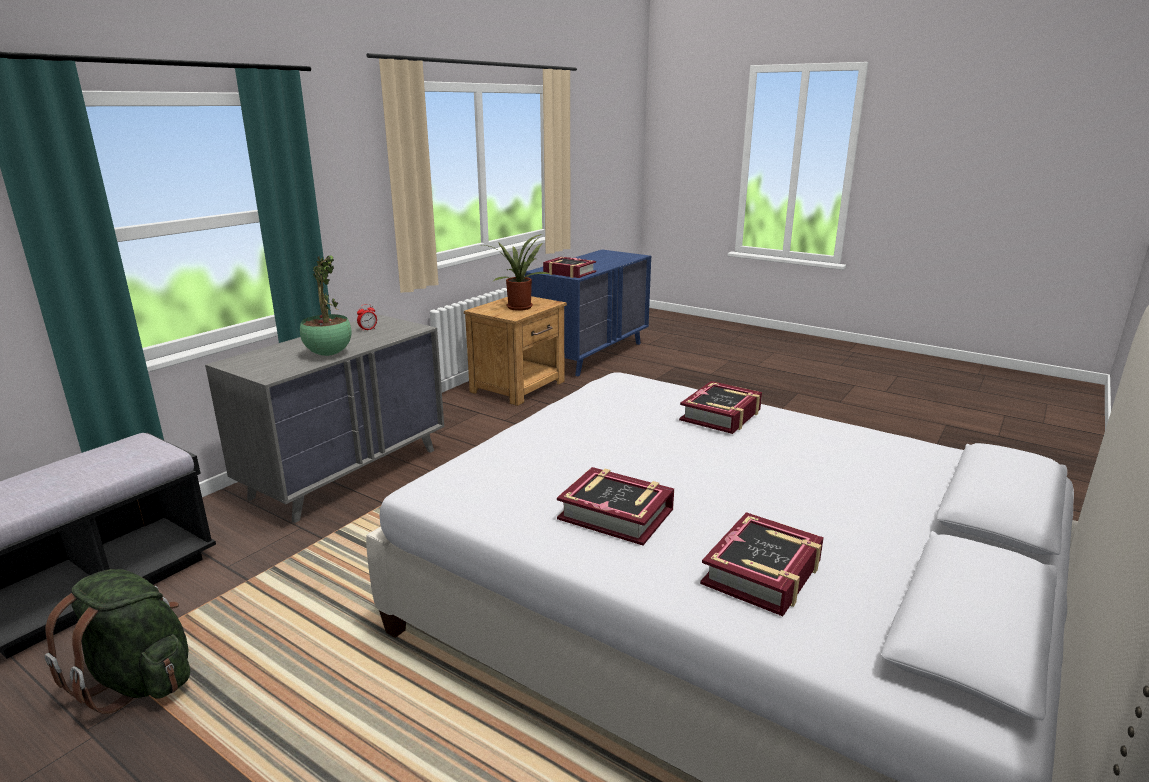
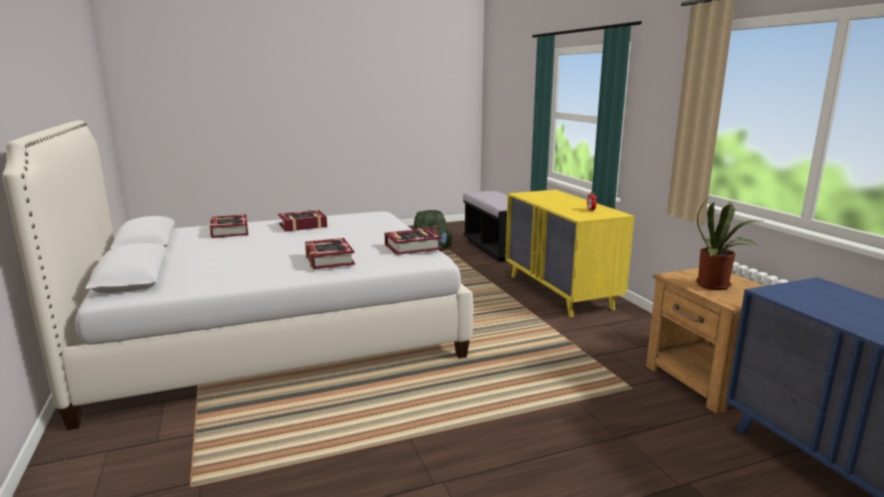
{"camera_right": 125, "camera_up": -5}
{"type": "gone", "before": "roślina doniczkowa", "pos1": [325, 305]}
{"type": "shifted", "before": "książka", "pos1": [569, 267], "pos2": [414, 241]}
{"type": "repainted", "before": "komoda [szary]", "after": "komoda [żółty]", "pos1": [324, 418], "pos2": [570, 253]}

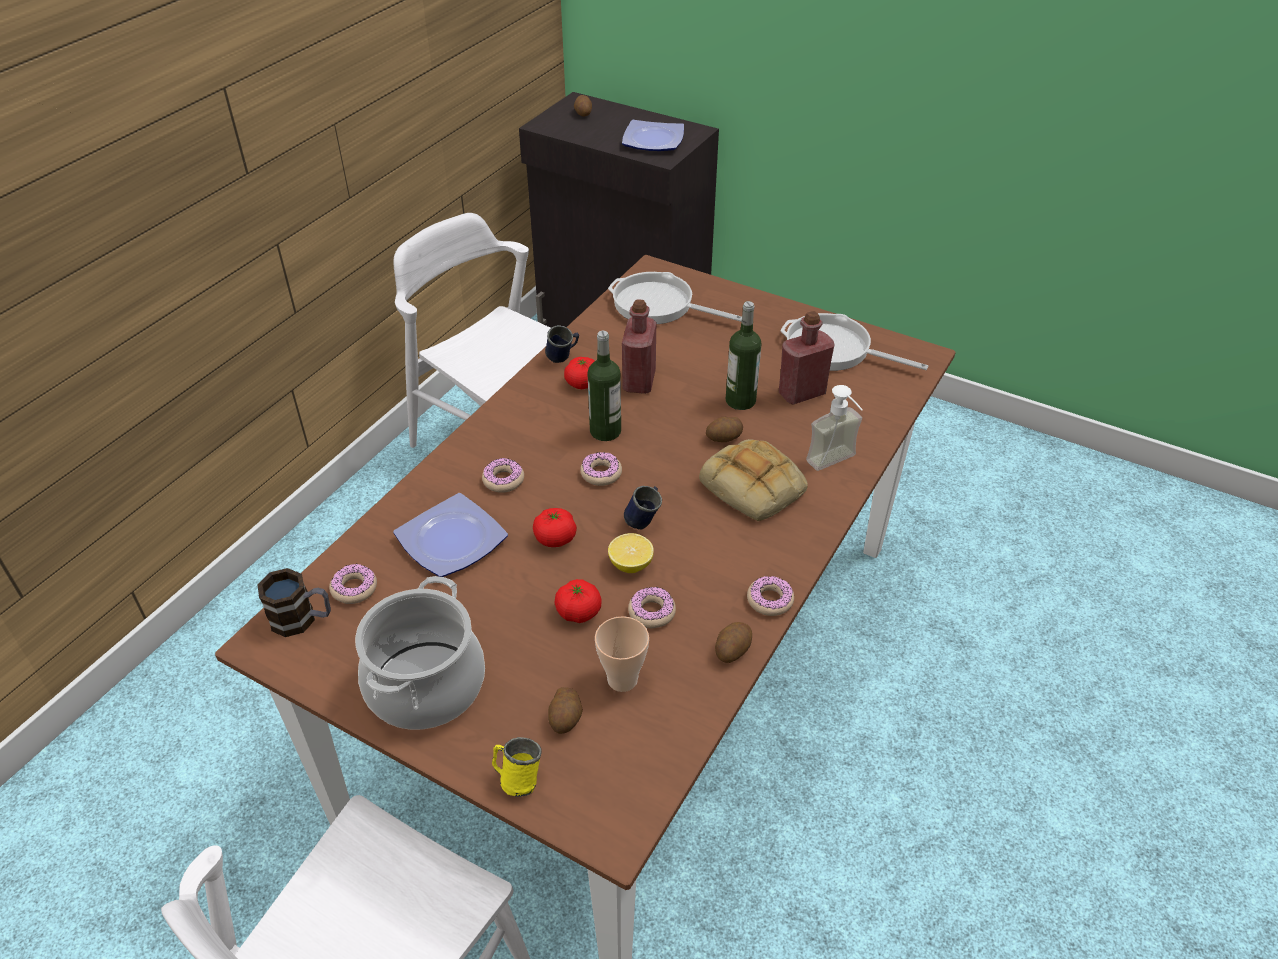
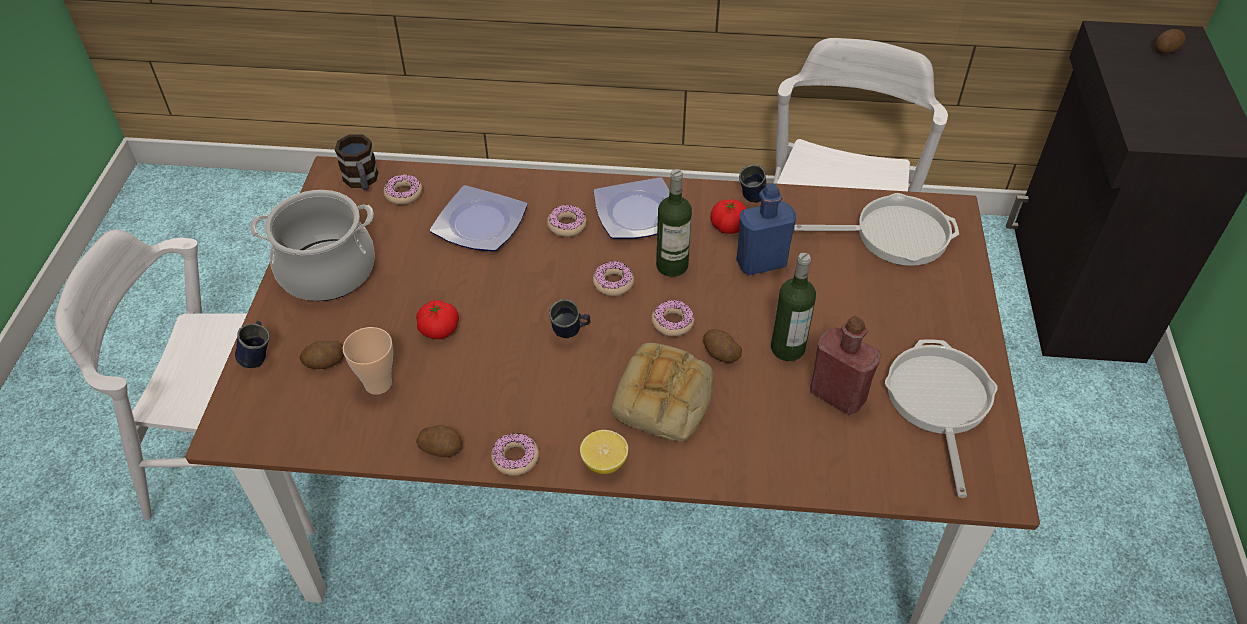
{"camera_right": 65, "camera_up": 5}
{"type": "gone", "before": "pomidor", "pos1": [555, 527]}
{"type": "gone", "before": "dozownik mydła", "pos1": [834, 428]}
{"type": "shifted", "before": "cytryna", "pos1": [631, 553], "pos2": [604, 452]}
{"type": "shifted", "before": "talerz", "pos1": [653, 135], "pos2": [632, 208]}
{"type": "shifted", "before": "donut", "pos1": [652, 607], "pos2": [672, 318]}
{"type": "repainted", "before": "kubek [żółty]", "after": "kubek [niebieski]", "pos1": [516, 767], "pos2": [252, 344]}
{"type": "repainted", "before": "butelka [czerwony]", "after": "butelka [niebieski]", "pos1": [639, 346], "pos2": [766, 229]}
{"type": "rotated", "before": "patelnia", "pos1": [675, 298], "pos2": [876, 229], "turn": 90}

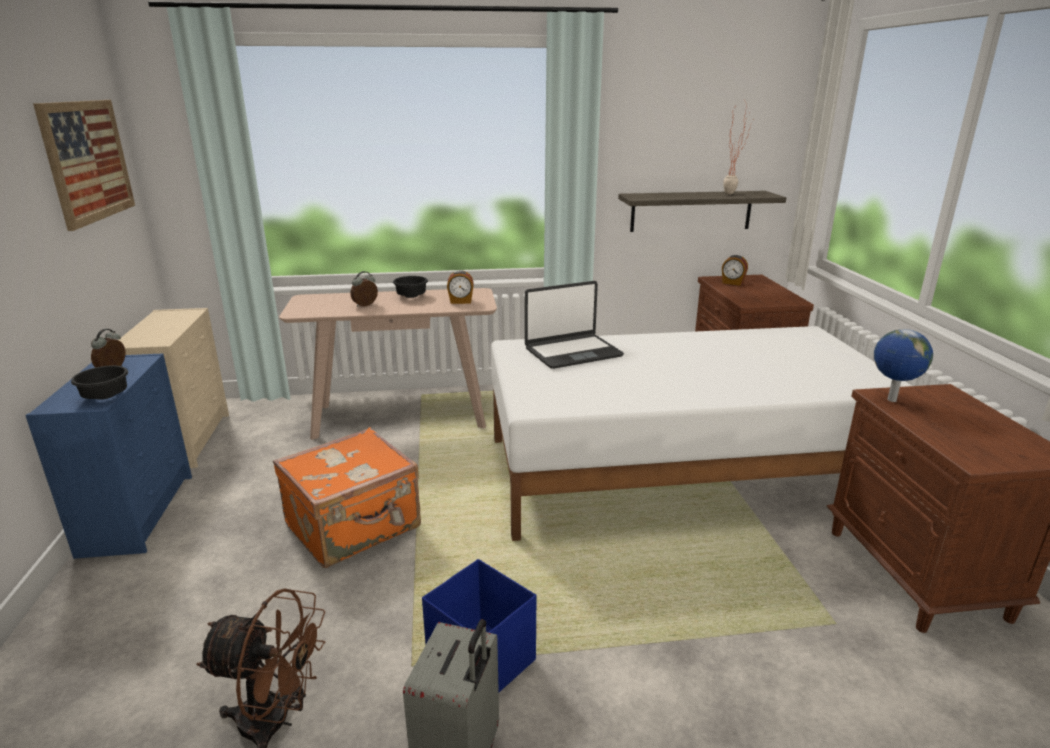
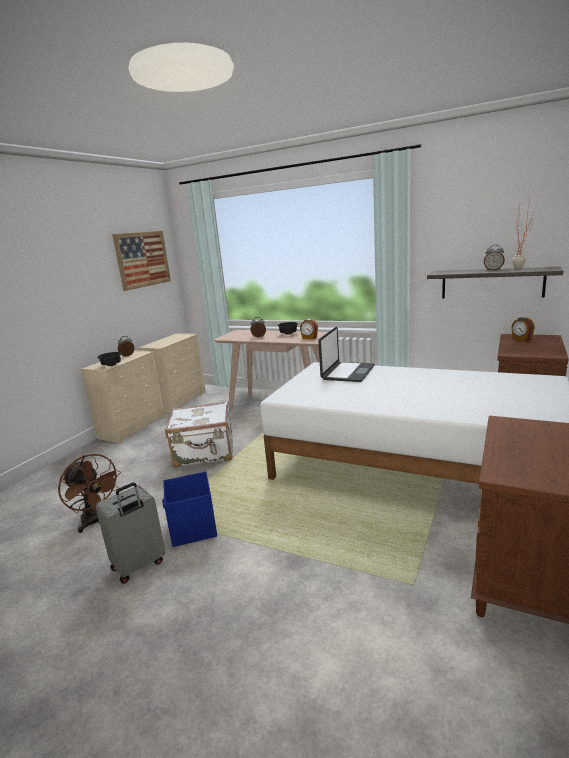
{"camera_right": 35, "camera_up": -5}
{"type": "gone", "before": "globus", "pos1": [903, 365]}
{"type": "new", "after": "budzik", "pos2": [494, 258]}
{"type": "repainted", "before": "komoda [niebieski]", "after": "komoda [beżowy]", "pos1": [108, 456], "pos2": [123, 396]}
{"type": "repainted", "before": "walizka [pomarańczowy]", "after": "walizka [biały]", "pos1": [347, 497], "pos2": [199, 434]}
{"type": "rotated", "before": "laptop", "pos1": [574, 325], "pos2": [346, 354], "turn": -75}

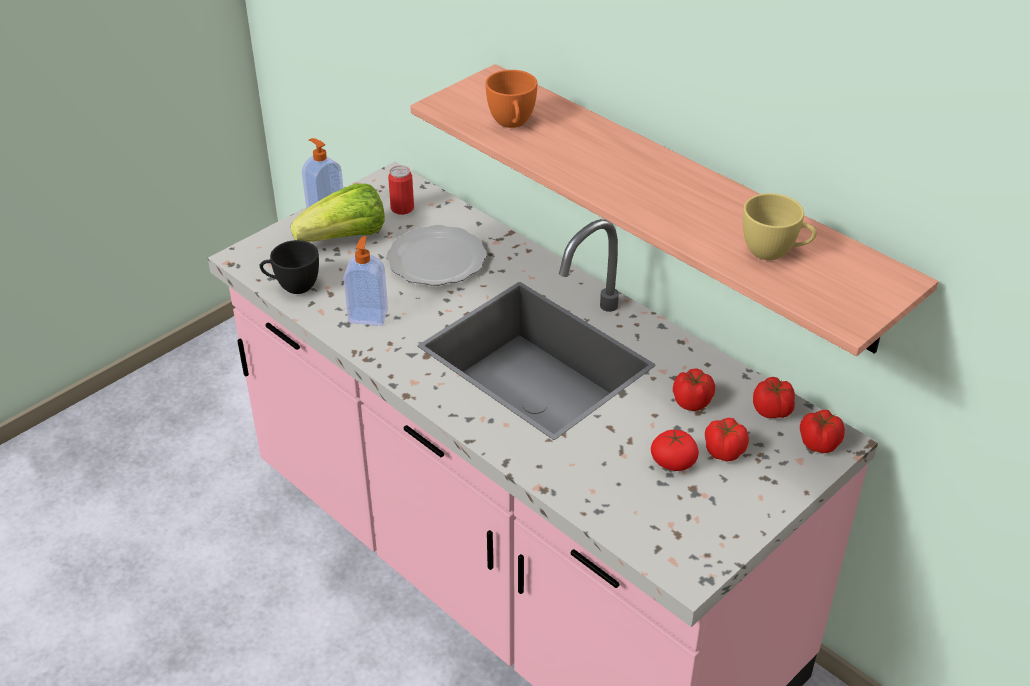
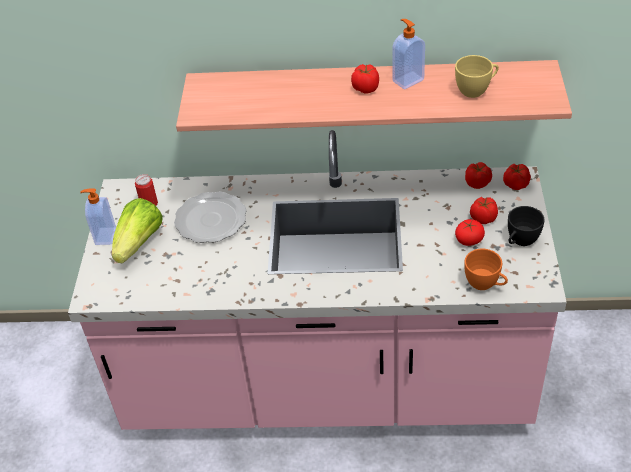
{"camera_right": -40, "camera_up": 5}
{"type": "shifted", "before": "filiżanka [czarny]", "pos1": [289, 267], "pos2": [526, 226]}
{"type": "shifted", "before": "dozownik mydła", "pos1": [365, 281], "pos2": [408, 54]}
{"type": "shifted", "before": "filiżanka [pomarańczowy]", "pos1": [511, 99], "pos2": [486, 269]}
{"type": "shifted", "before": "pomidor", "pos1": [694, 389], "pos2": [365, 79]}

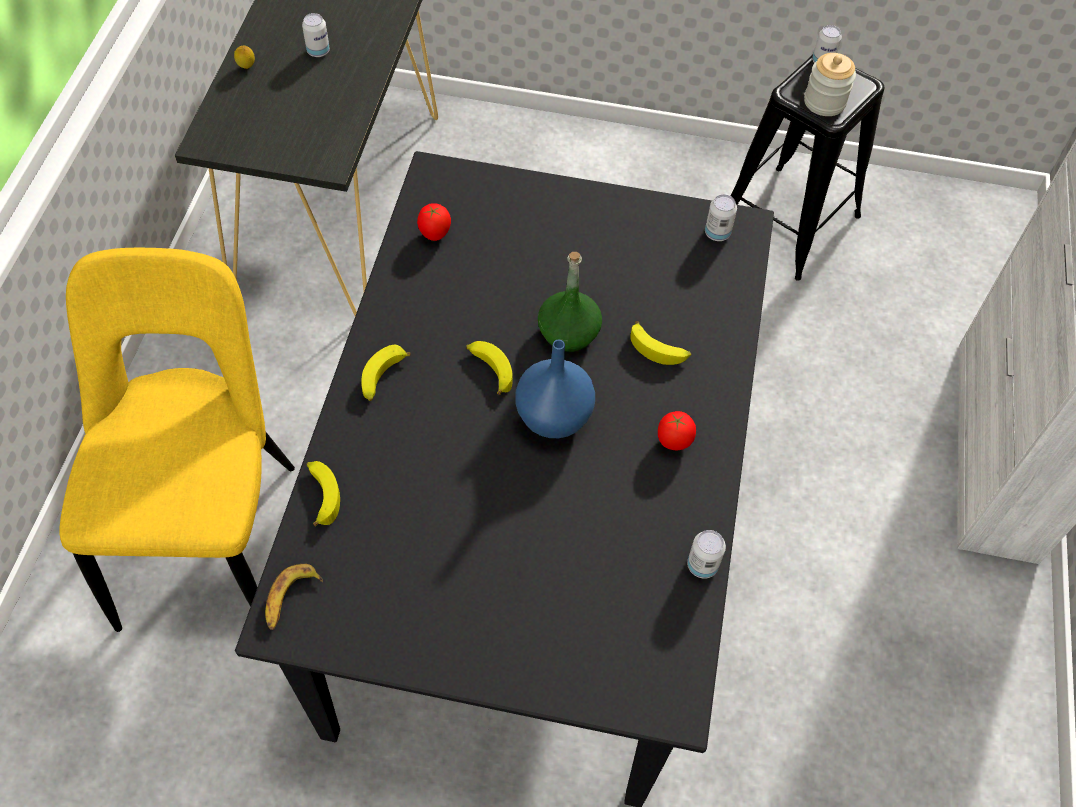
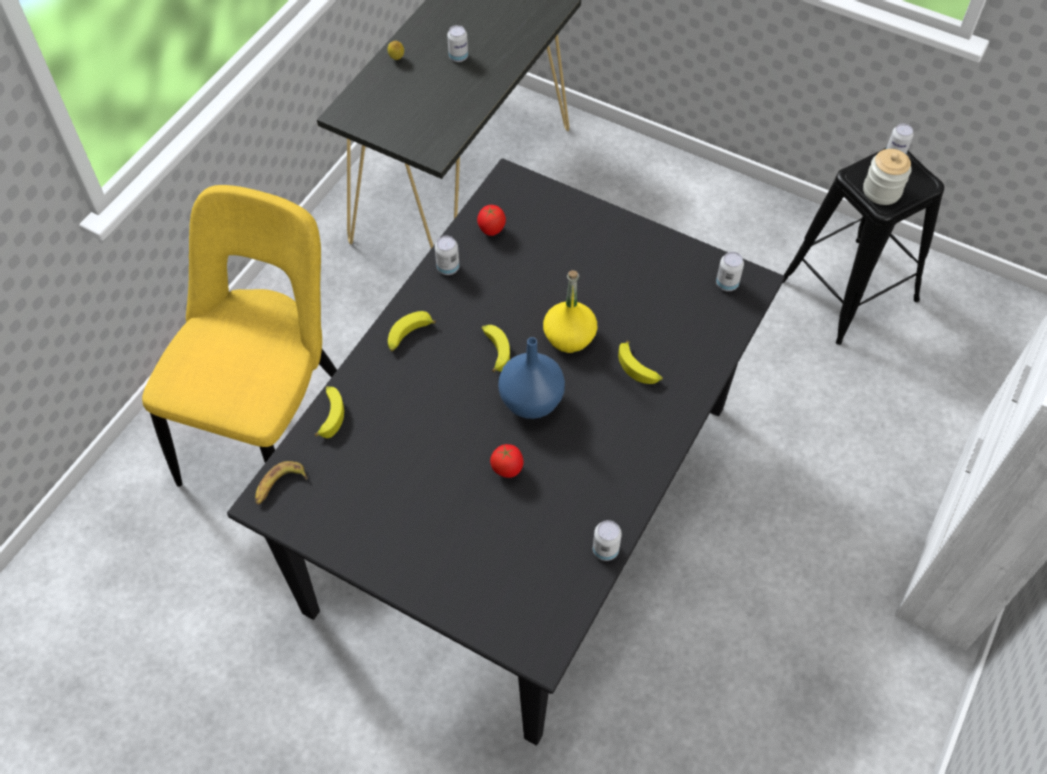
{"camera_right": 20, "camera_up": 0}
{"type": "new", "after": "puszka", "pos2": [447, 255]}
{"type": "shifted", "before": "pomidor", "pos1": [677, 430], "pos2": [507, 461]}
{"type": "repainted", "before": "butelka [zielony]", "after": "butelka [żółty]", "pos1": [570, 302], "pos2": [570, 311]}

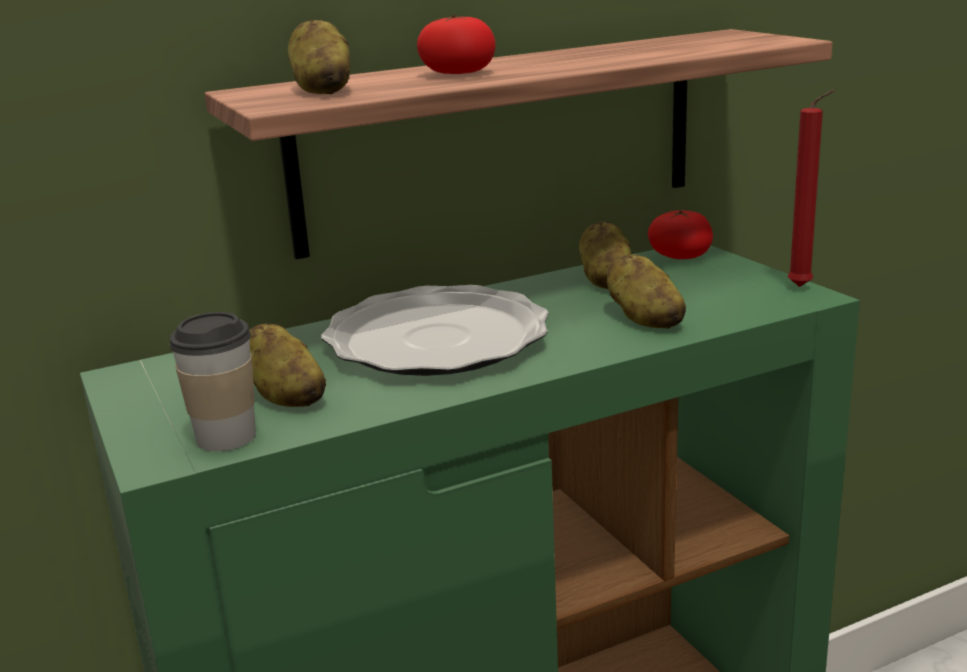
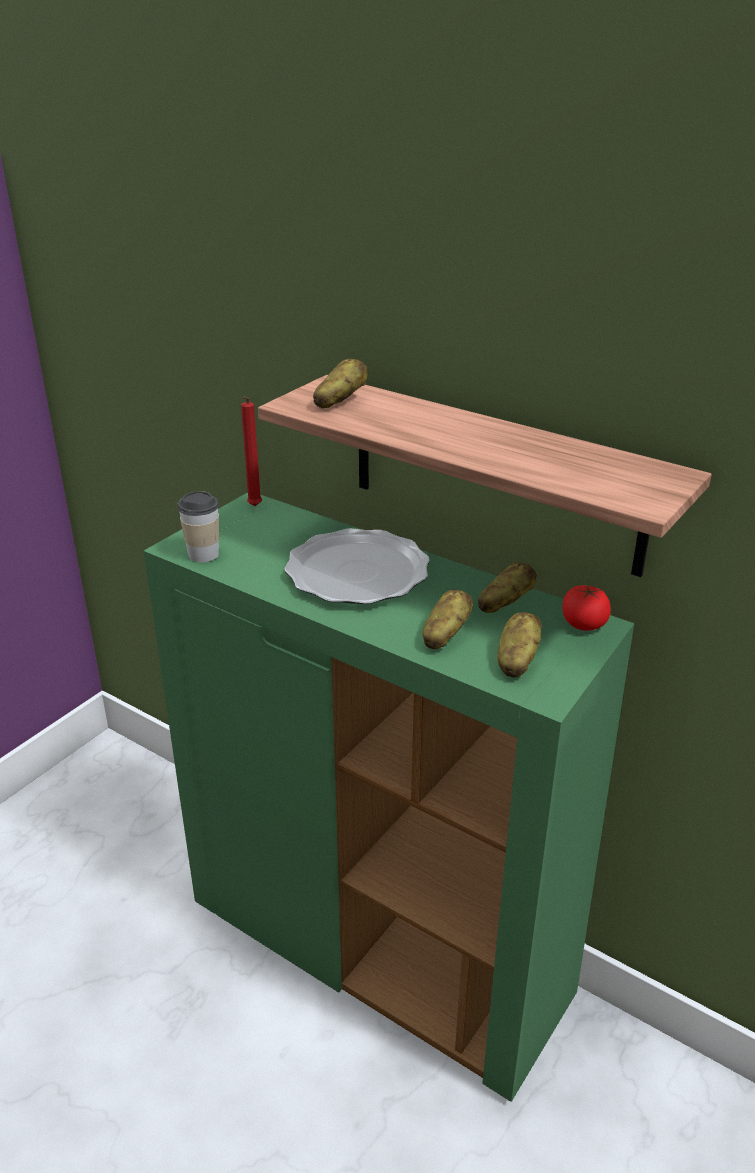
{"camera_right": 60, "camera_up": 10}
{"type": "gone", "before": "pomidor", "pos1": [456, 44]}
{"type": "shifted", "before": "ziemniak", "pos1": [287, 365], "pos2": [519, 644]}
{"type": "shifted", "before": "świeca [czerwony]", "pos1": [811, 188], "pos2": [251, 451]}

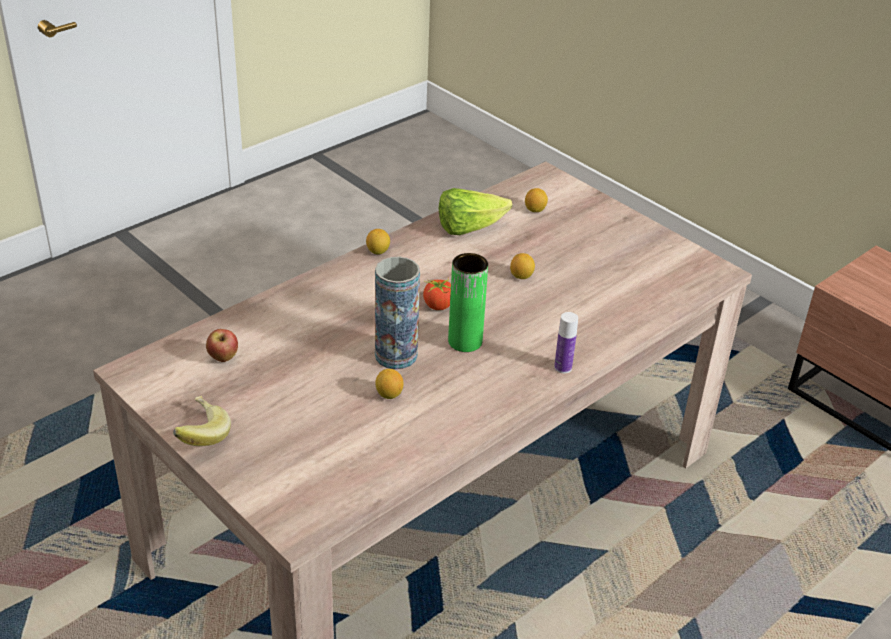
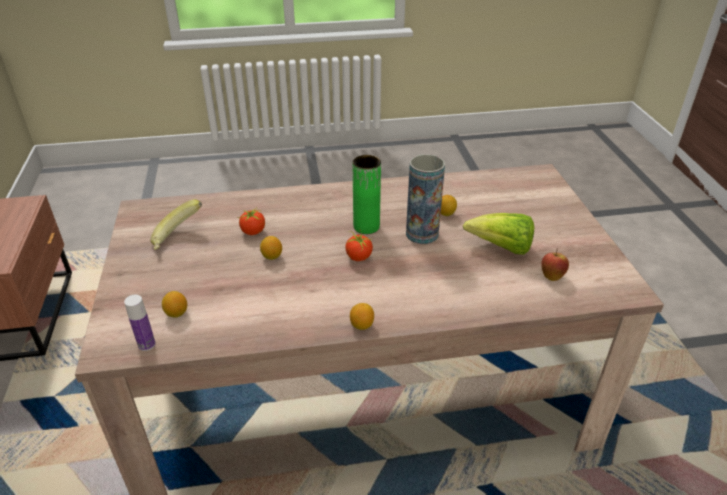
{"camera_right": -145, "camera_up": 0}
{"type": "new", "after": "pomidor", "pos2": [251, 221]}
{"type": "shifted", "before": "banan", "pos1": [202, 421], "pos2": [176, 224]}
{"type": "shifted", "before": "sałata", "pos1": [475, 211], "pos2": [498, 234]}
{"type": "shifted", "before": "butelka", "pos1": [566, 342], "pos2": [140, 323]}

